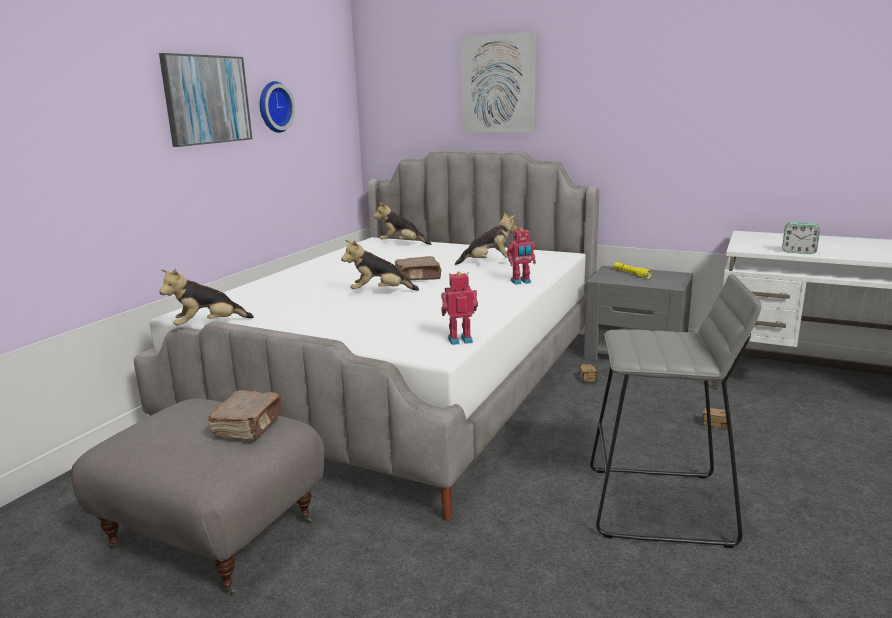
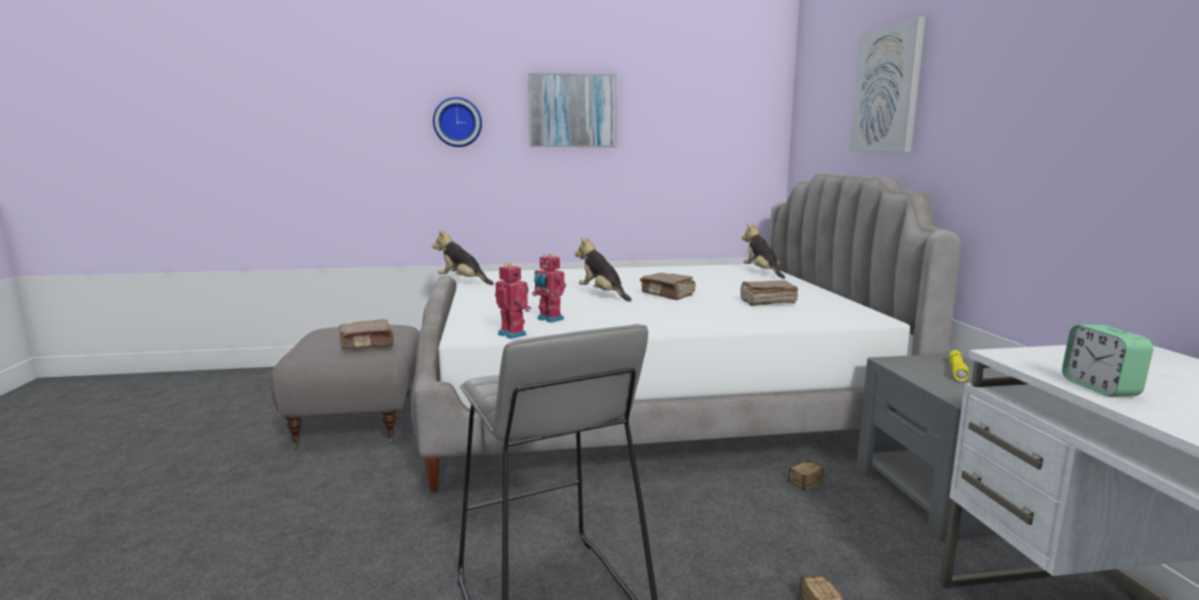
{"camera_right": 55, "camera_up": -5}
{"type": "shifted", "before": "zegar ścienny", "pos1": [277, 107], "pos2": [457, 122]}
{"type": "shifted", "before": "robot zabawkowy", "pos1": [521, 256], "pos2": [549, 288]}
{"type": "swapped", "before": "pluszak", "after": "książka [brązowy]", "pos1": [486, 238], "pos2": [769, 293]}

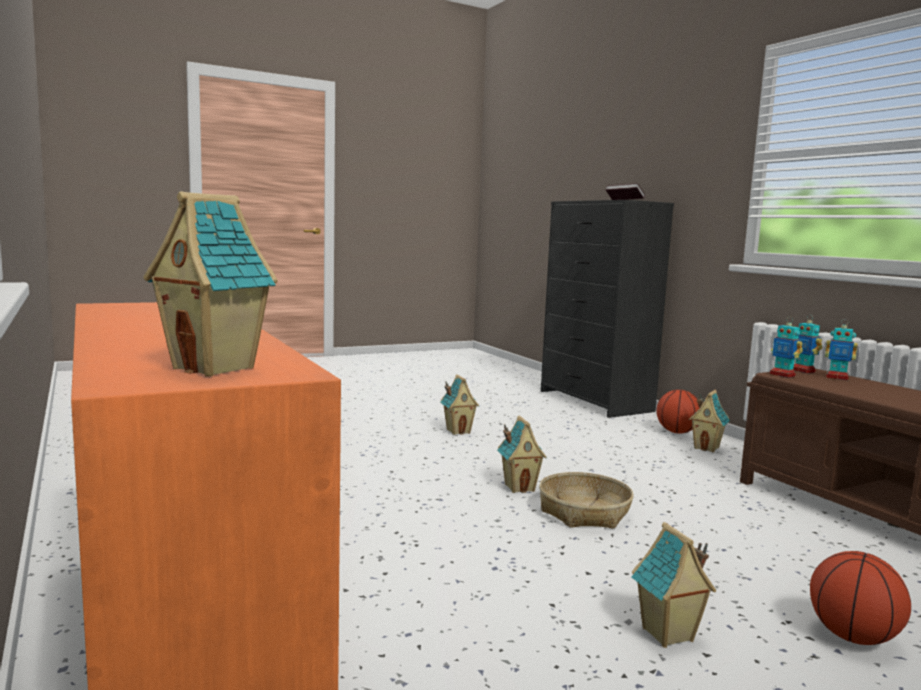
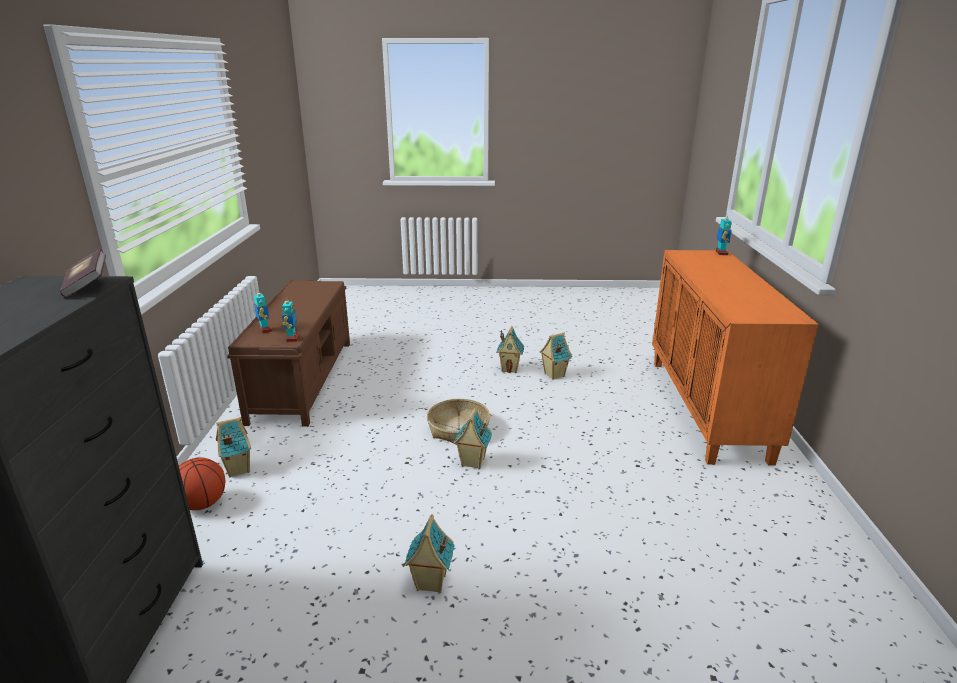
{"camera_right": -150, "camera_up": 15}
{"type": "gone", "before": "piłka do koszykówki", "pos1": [860, 598]}
{"type": "shifted", "before": "domek", "pos1": [210, 284], "pos2": [556, 356]}
{"type": "shifted", "before": "robot zabawkowy", "pos1": [807, 344], "pos2": [724, 235]}

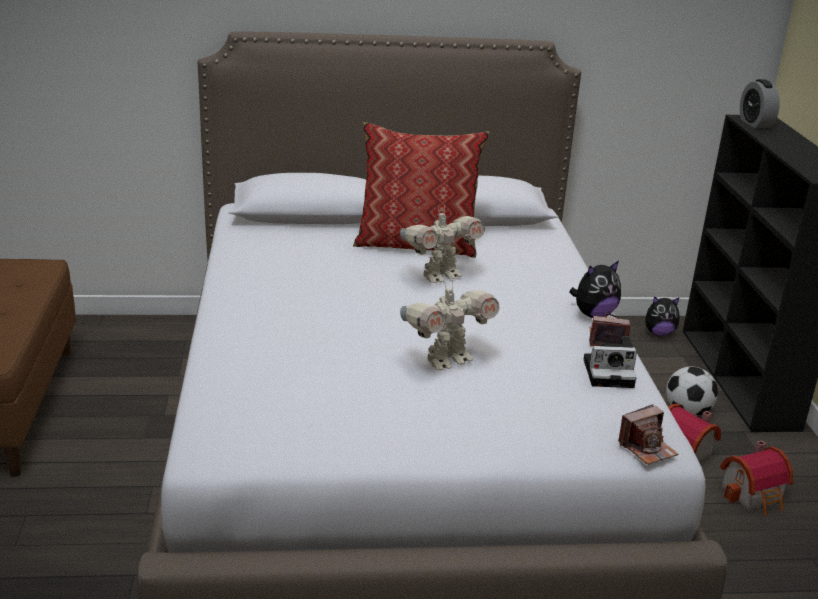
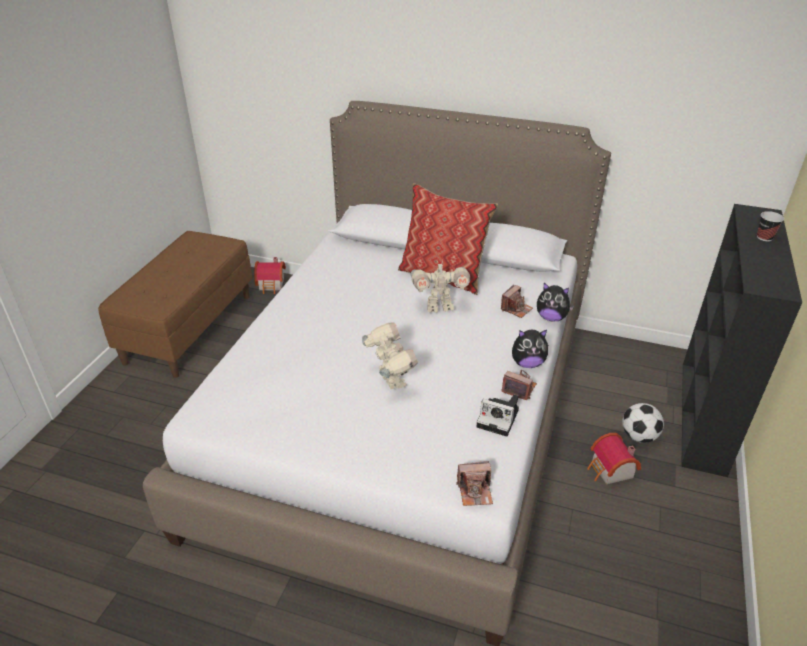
{"camera_right": 25, "camera_up": 10}
{"type": "gone", "before": "budzik", "pos1": [760, 103]}
{"type": "new", "after": "aparat fotograficzny", "pos2": [517, 301]}
{"type": "new", "after": "filiżanka", "pos2": [770, 226]}
{"type": "shifted", "before": "pluszak", "pos1": [662, 316], "pos2": [555, 302]}
{"type": "shifted", "before": "domek", "pos1": [756, 478], "pos2": [270, 275]}
{"type": "rotated", "before": "robot zabawkowy", "pos1": [450, 325], "pos2": [390, 355], "turn": -105}

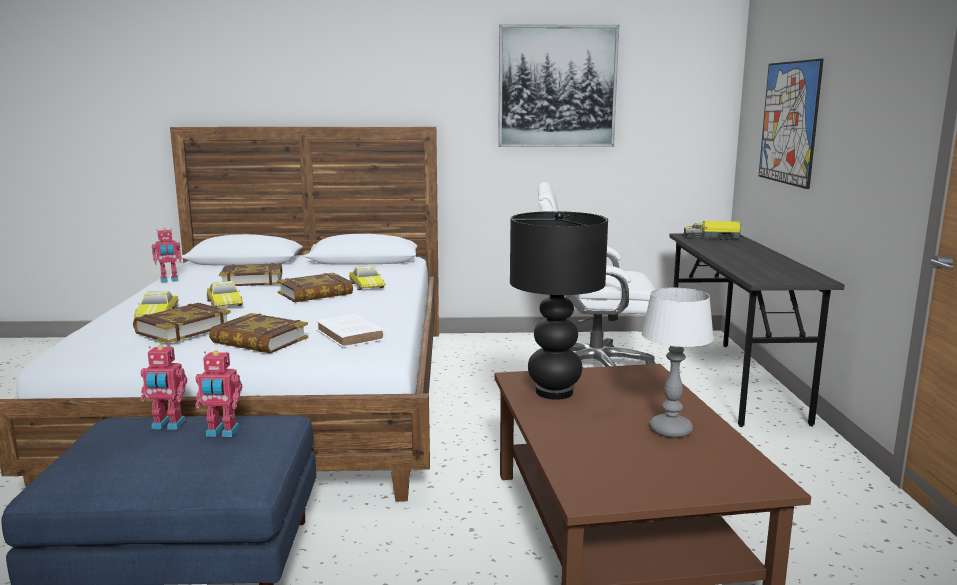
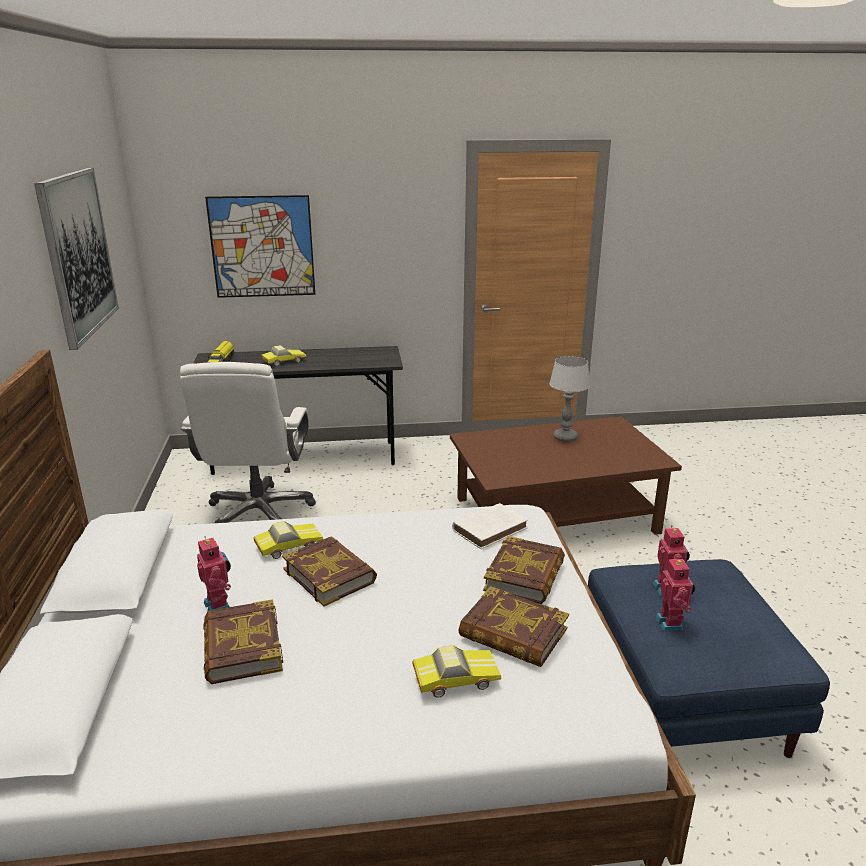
{"camera_right": -95, "camera_up": 10}
{"type": "gone", "before": "lampa stołowa [czarny]", "pos1": [559, 305]}
{"type": "shifted", "before": "robot zabawkowy", "pos1": [166, 255], "pos2": [214, 573]}
{"type": "shifted", "before": "samochodzik", "pos1": [225, 294], "pos2": [283, 355]}

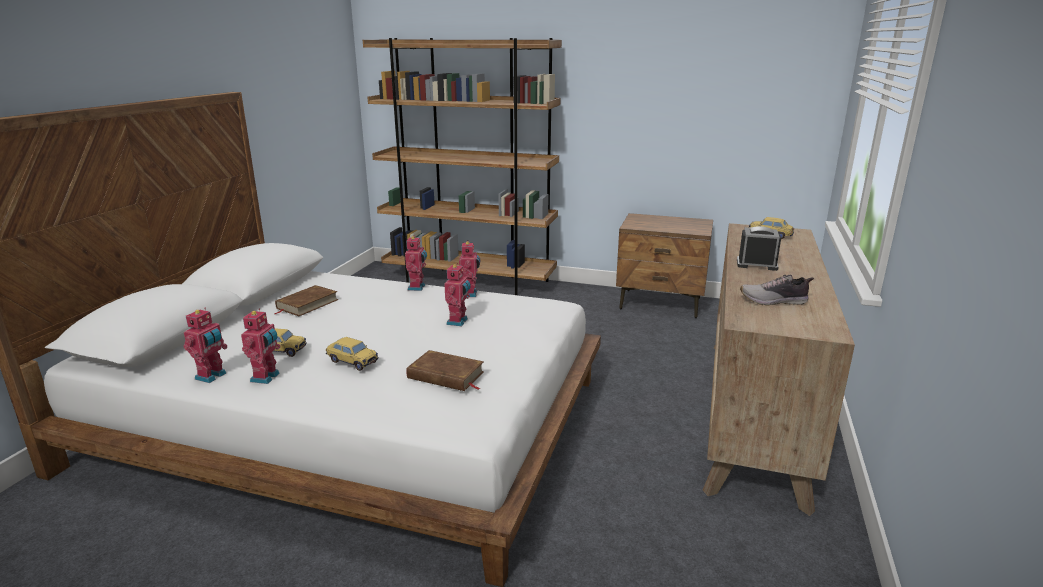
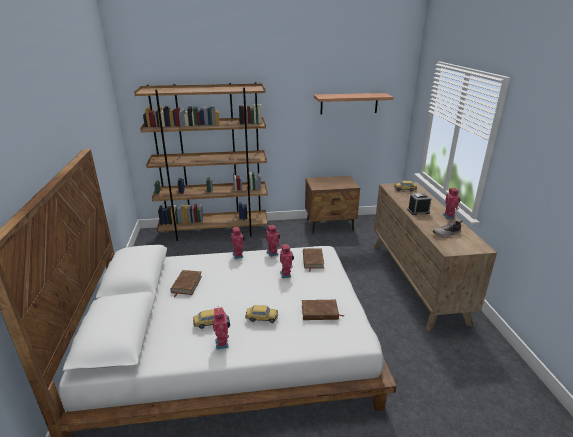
{"camera_right": -25, "camera_up": 5}
{"type": "new", "after": "książka [brązowy]", "pos2": [313, 260]}
{"type": "new", "after": "półka", "pos2": [354, 104]}
{"type": "shifted", "before": "robot zabawkowy", "pos1": [205, 345], "pos2": [452, 203]}

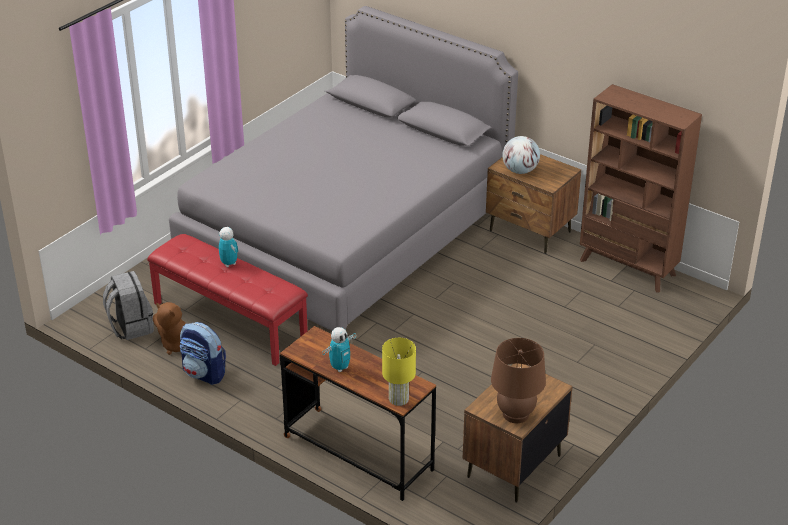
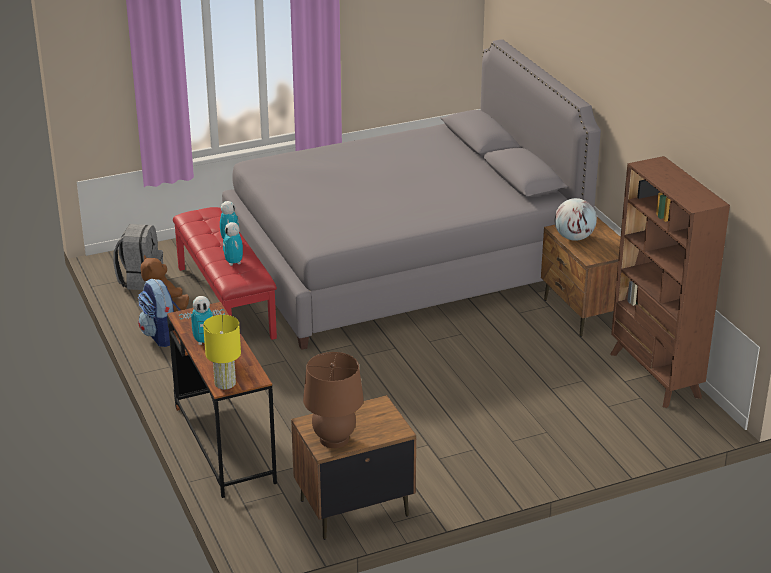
{"camera_right": 30, "camera_up": -5}
{"type": "new", "after": "robot zabawkowy", "pos2": [233, 244]}

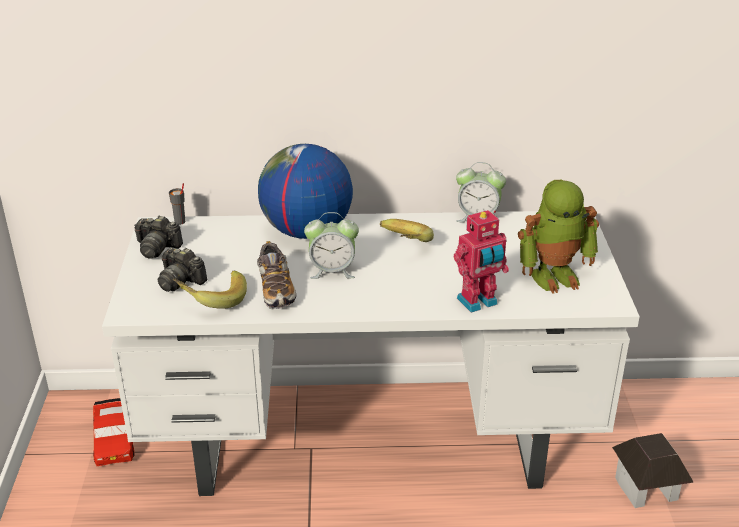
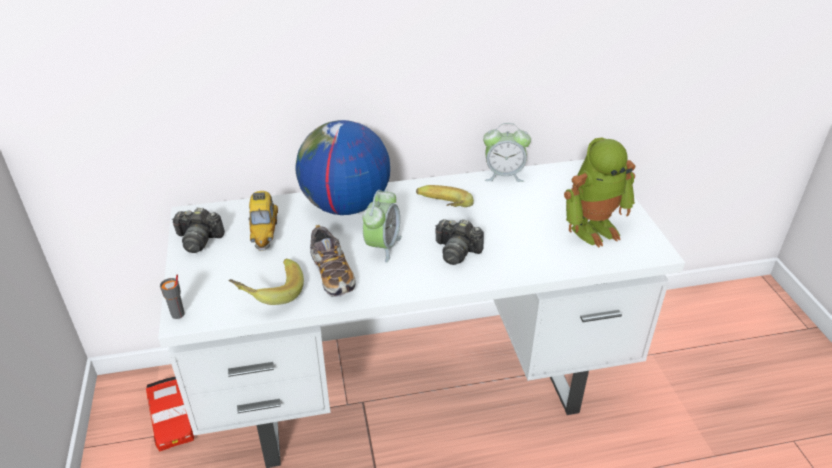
{"camera_right": -10, "camera_up": 5}
{"type": "gone", "before": "robot zabawkowy", "pos1": [481, 261]}
{"type": "gone", "before": "domek", "pos1": [653, 470]}
{"type": "new", "after": "samochodzik", "pos2": [263, 221]}
{"type": "shifted", "before": "aparat fotograficzny", "pos1": [182, 269], "pos2": [459, 242]}
{"type": "shifted", "before": "filiżanka [szary]", "pos1": [177, 204], "pos2": [172, 297]}
{"type": "rotated", "before": "budzik", "pos1": [331, 245], "pos2": [382, 226], "turn": -60}

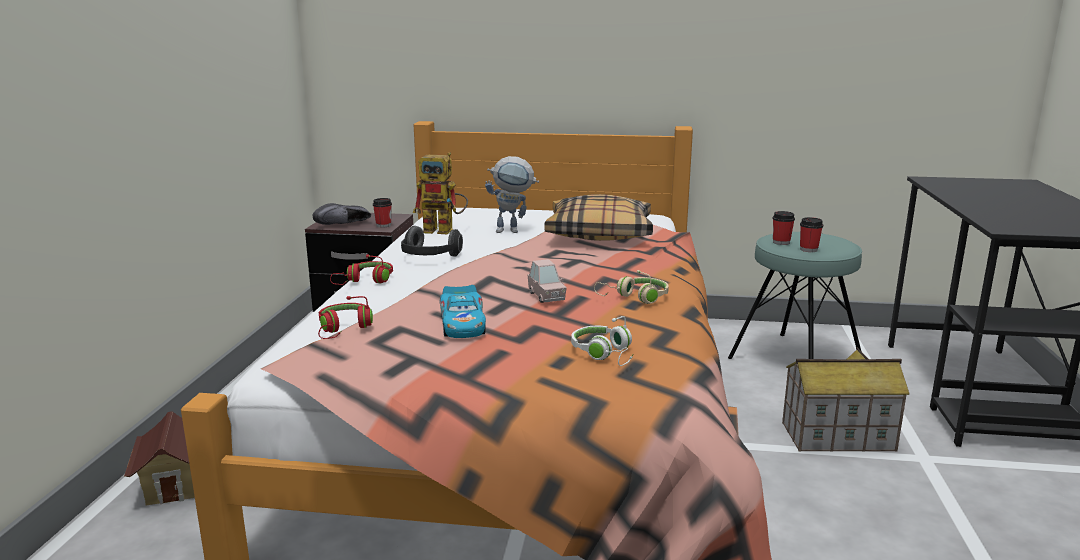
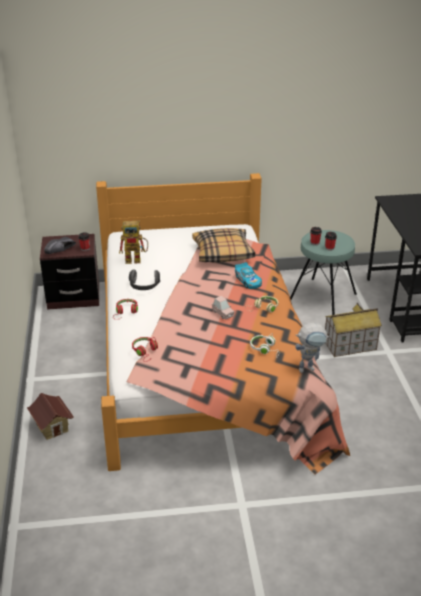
{"camera_right": -15, "camera_up": 15}
{"type": "shifted", "before": "samochodzik", "pos1": [462, 311], "pos2": [248, 275]}
{"type": "shifted", "before": "robot zabawkowy", "pos1": [512, 194], "pos2": [312, 348]}

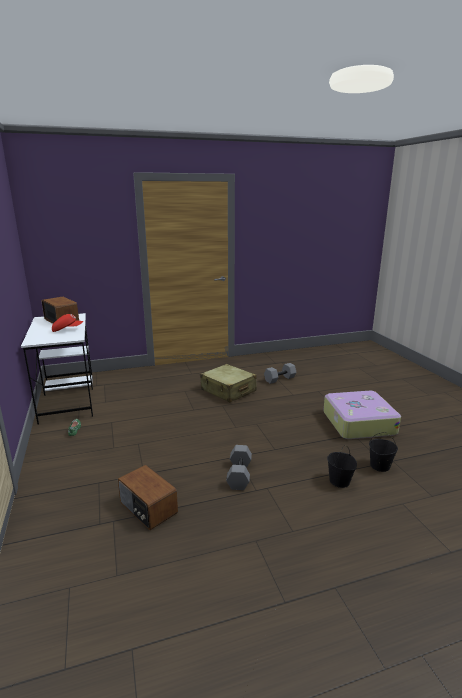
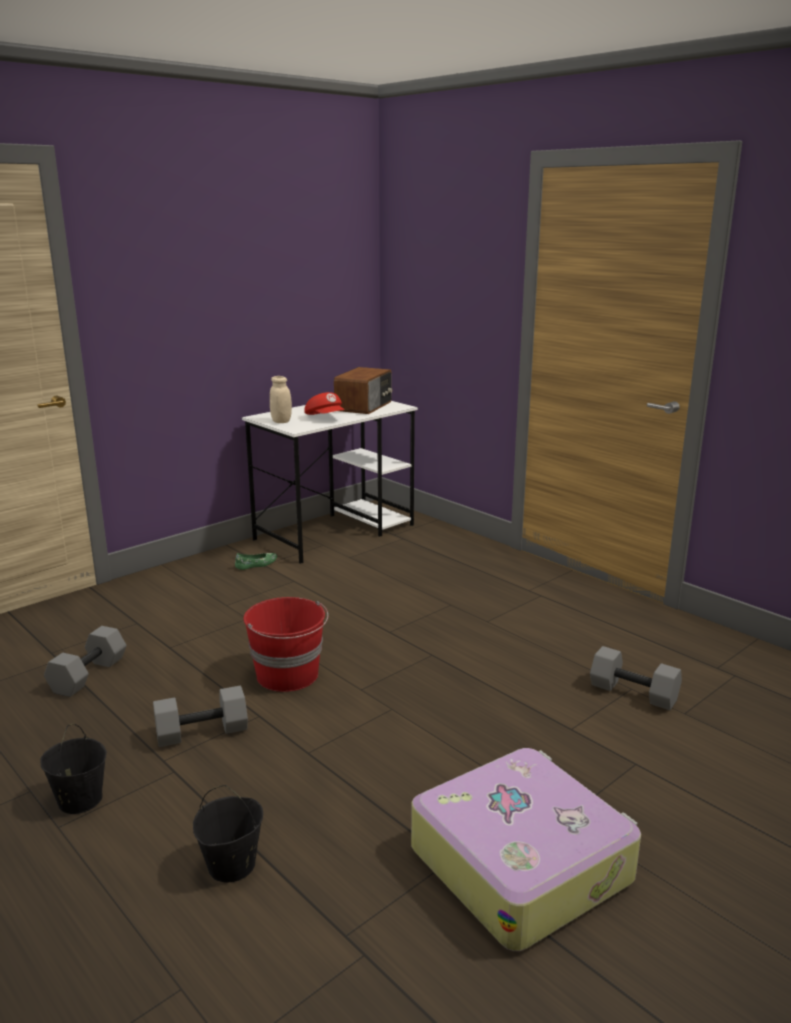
{"camera_right": 65, "camera_up": 0}
{"type": "gone", "before": "walizka [beżowy]", "pos1": [228, 383]}
{"type": "new", "after": "wiadro [czerwony]", "pos2": [285, 644]}
{"type": "new", "after": "słoik [beżowy]", "pos2": [281, 399]}
{"type": "shifted", "before": "wiadro [czarny]", "pos1": [383, 452], "pos2": [73, 769]}
{"type": "swapped", "before": "radio", "after": "hantel [szary]", "pos1": [148, 497], "pos2": [85, 661]}

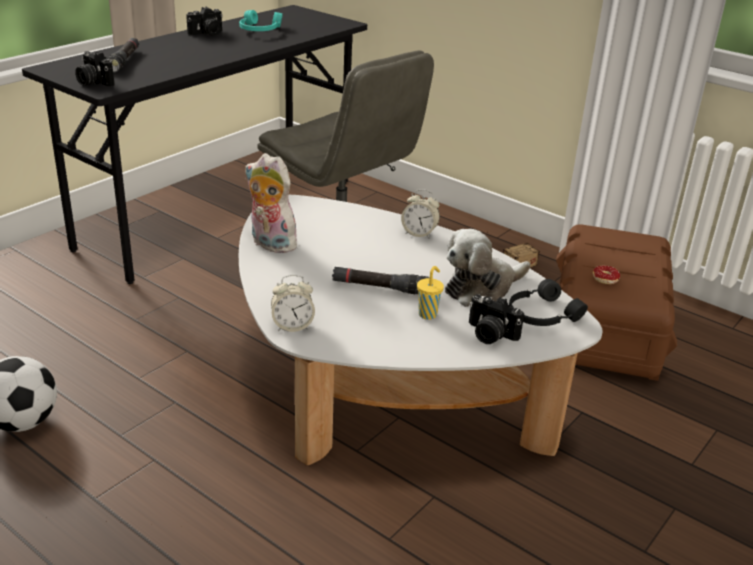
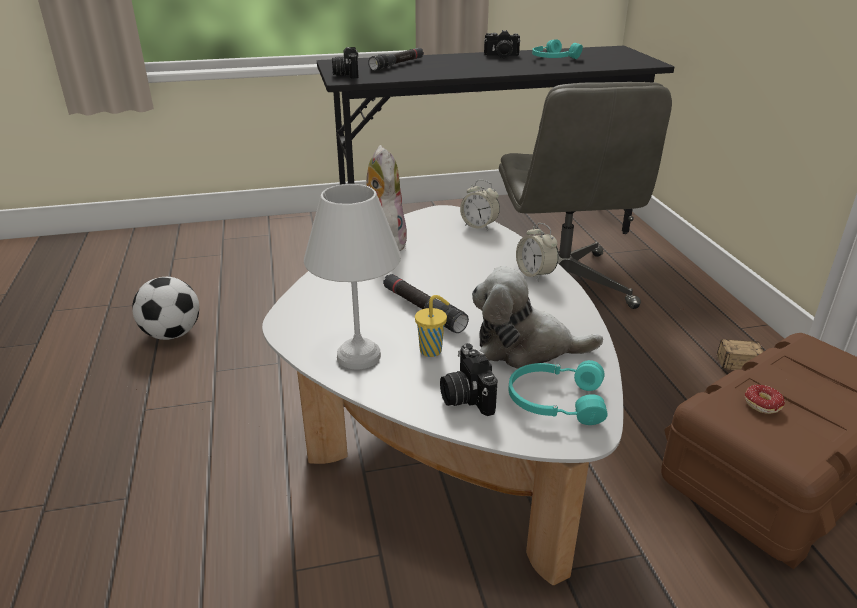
{"camera_right": 40, "camera_up": 0}
{"type": "new", "after": "lampa stołowa [biały]", "pos2": [352, 276]}
{"type": "shifted", "before": "budzik", "pos1": [293, 303], "pos2": [480, 205]}
{"type": "repainted", "before": "słuchawki [czarny]", "after": "słuchawki [turkusowy]", "pos1": [548, 302], "pos2": [558, 392]}

